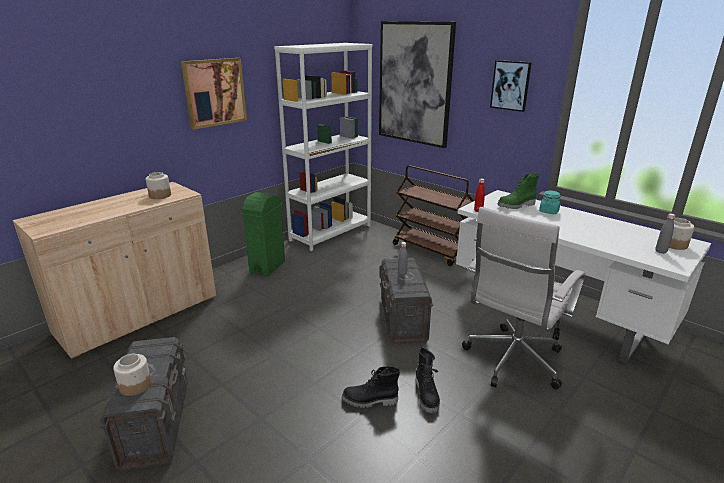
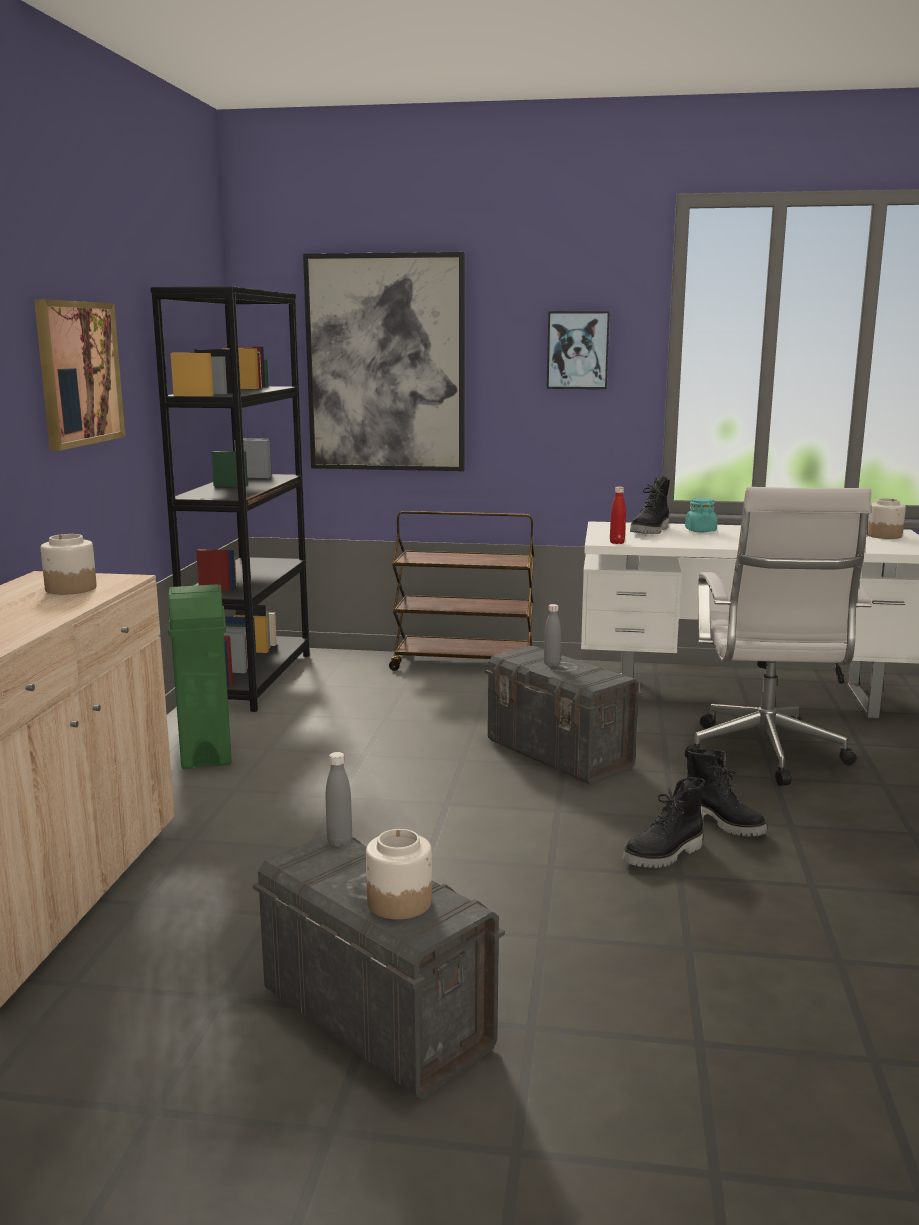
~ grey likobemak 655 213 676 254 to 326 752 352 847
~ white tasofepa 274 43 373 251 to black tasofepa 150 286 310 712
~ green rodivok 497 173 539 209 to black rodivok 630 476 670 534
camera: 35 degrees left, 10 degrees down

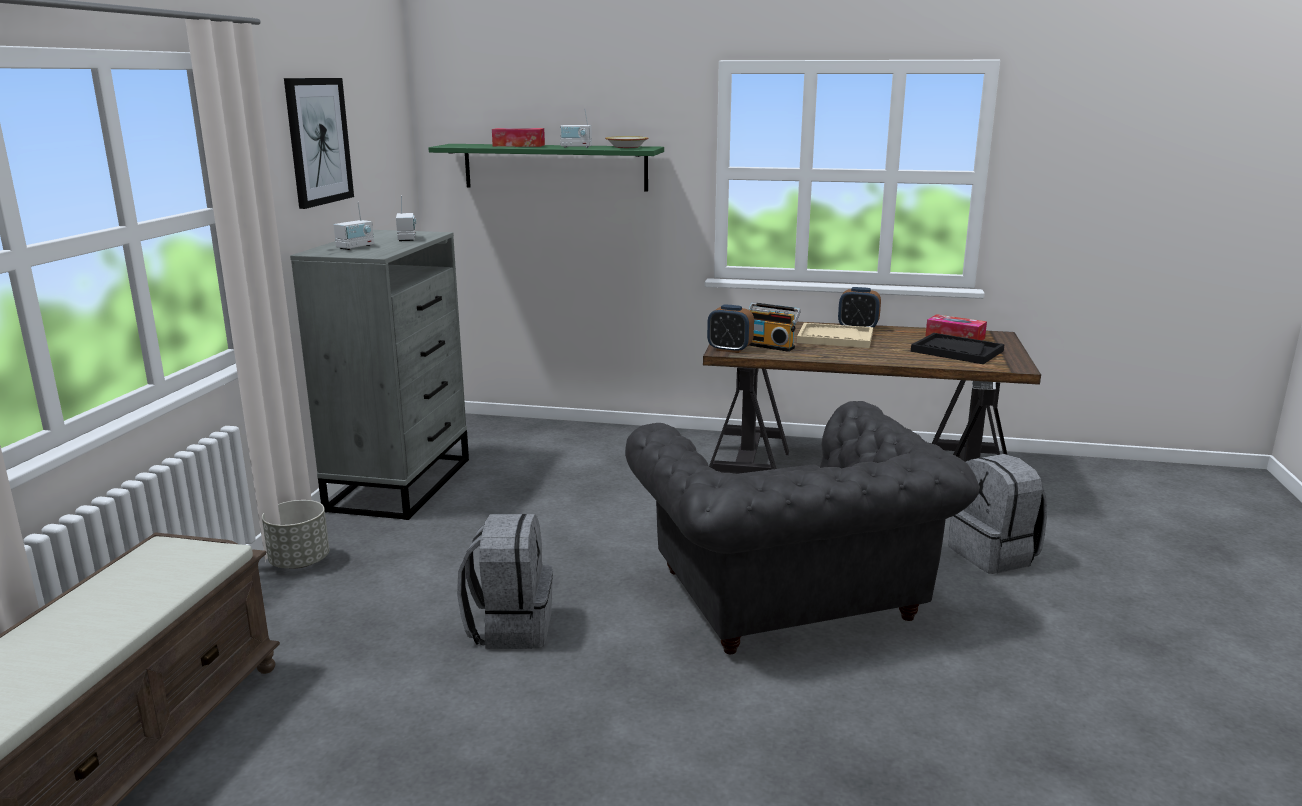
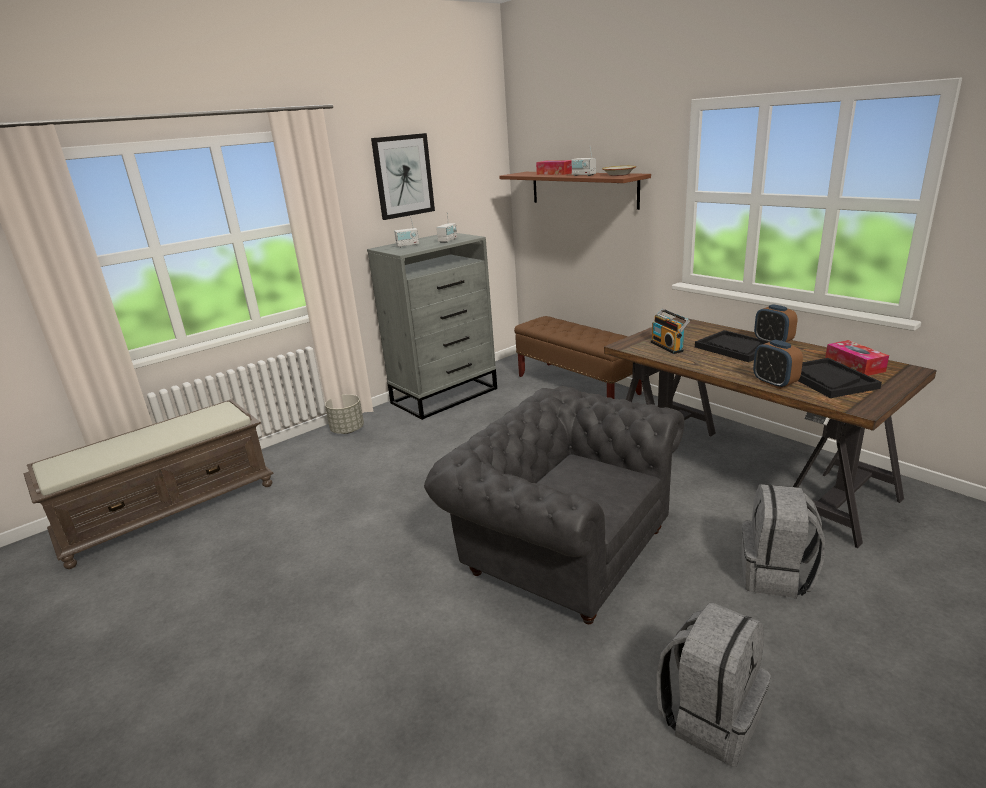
+ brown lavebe 514 316 642 399
~ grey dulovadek 457 514 553 649 to 657 602 771 766
~ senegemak 707 304 754 353 to 753 340 803 389
~ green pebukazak 428 144 664 192 to brown pebukazak 499 172 651 210
~ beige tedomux 797 323 873 348 to black tedomux 695 330 770 362
~ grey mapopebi 625 401 979 654 = 424 386 684 624 105 degrees clockwise
camera: 40 degrees right, 5 degrees up

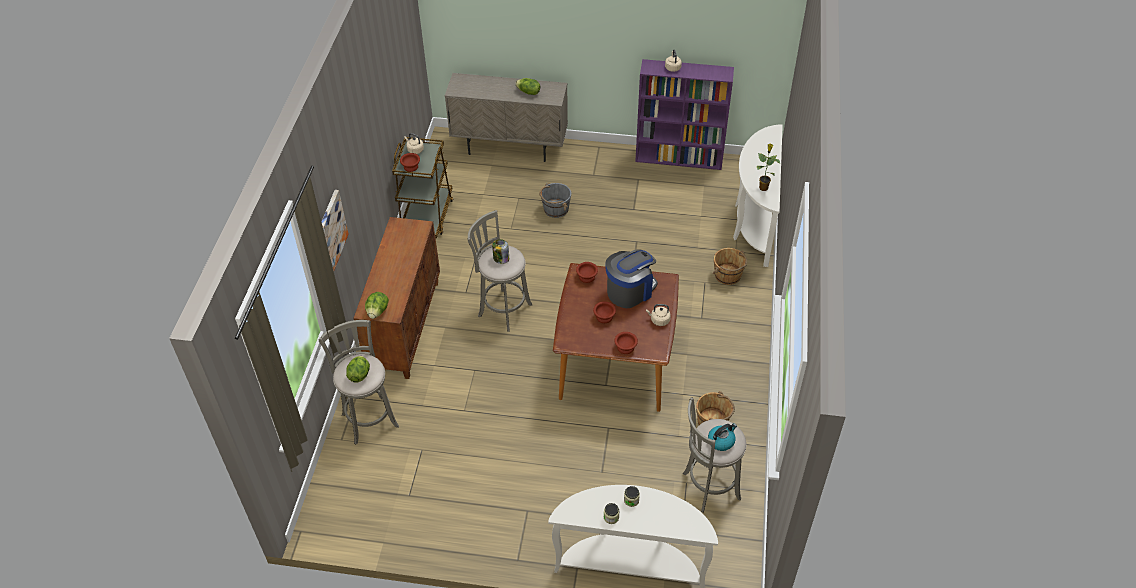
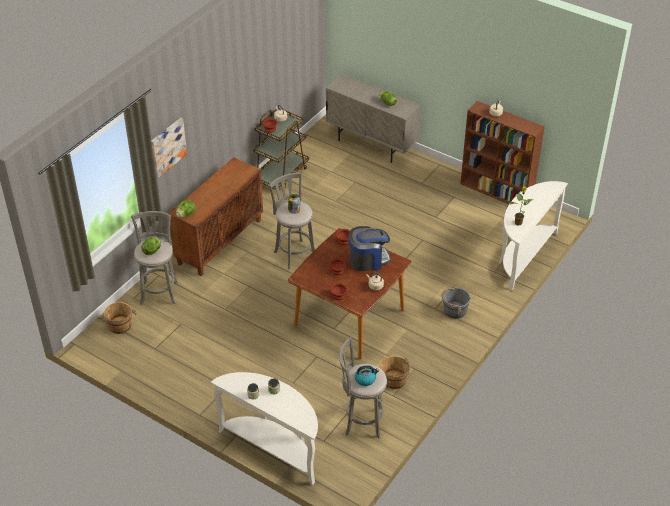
~ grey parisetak 539 183 571 218 to 442 286 471 319
~ brown parisetak 713 248 747 285 to 100 302 137 334
~ purple tasofepa 635 59 734 170 to brown tasofepa 460 101 545 204
camera: 25 degrees right, 5 degrees down

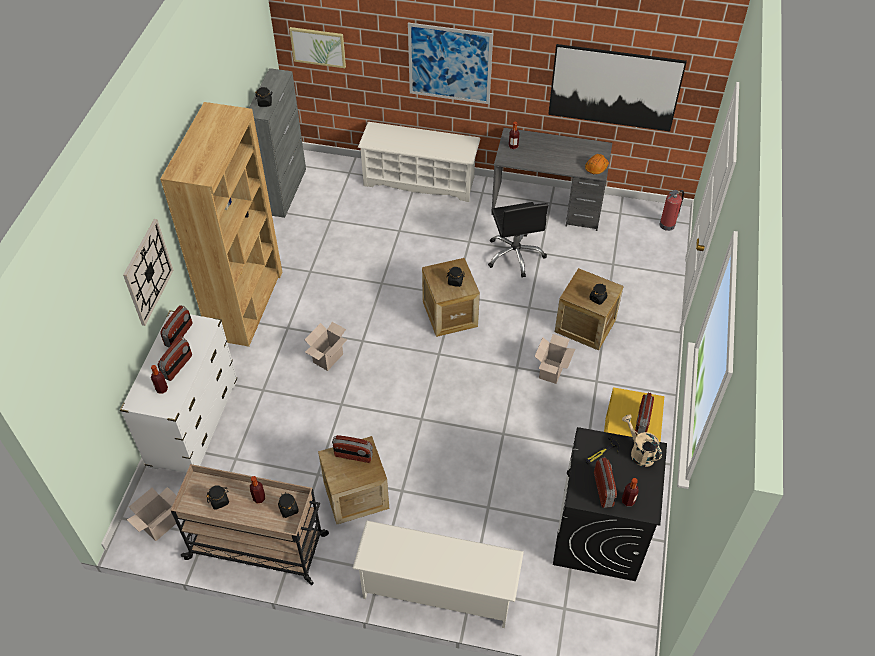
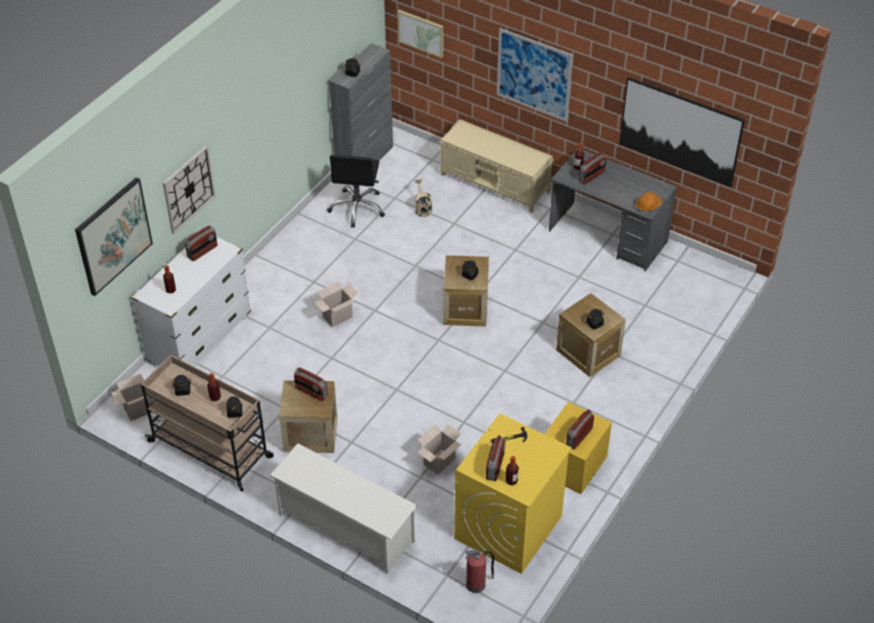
- brown tasofepa 160 102 282 347
+ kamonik 75 177 153 296
~ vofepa 158 337 192 381 to 579 152 606 184
~ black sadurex 488 202 548 278 to 327 155 385 228
~ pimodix 534 334 575 384 to 417 424 462 475
~ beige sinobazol 622 415 662 467 to 415 179 432 217
~ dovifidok 660 190 684 231 to 465 550 495 593
~ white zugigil 358 122 481 202 to beige lavebe 439 119 554 213
~ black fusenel 553 427 667 581 to yellow fusenel 454 413 572 574
camera: 20 degrees right, 5 degrees down

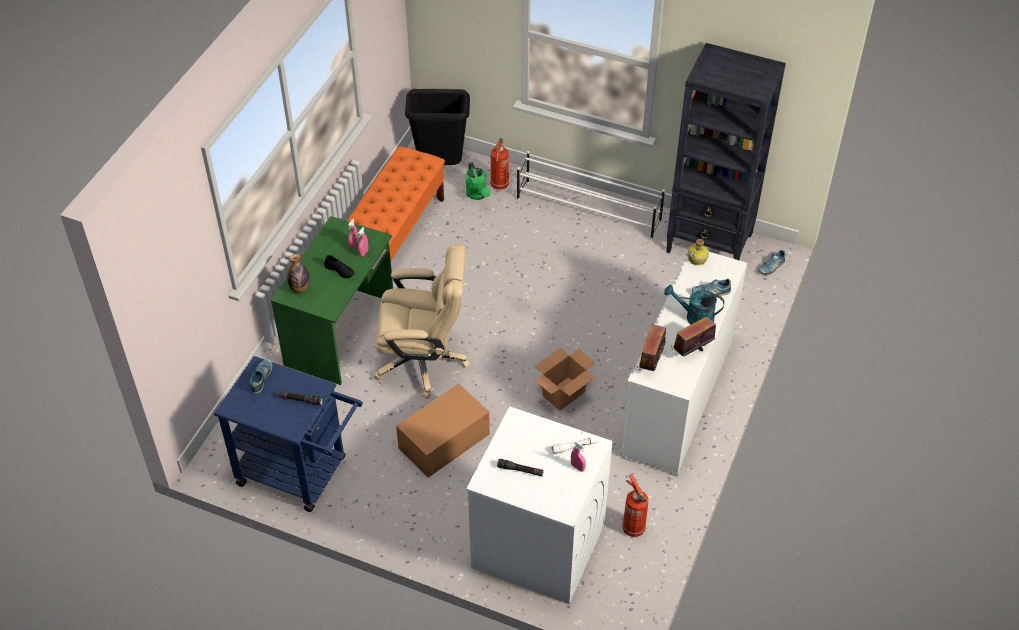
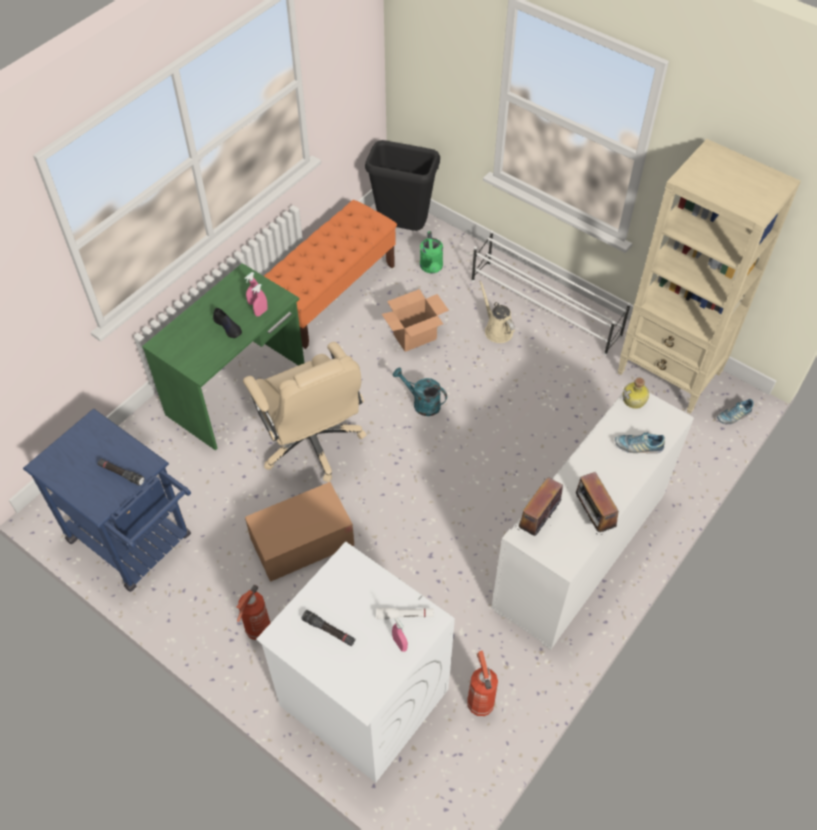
- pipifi 250 359 272 394
- likobemak 288 254 310 293
+ beige sinobazol 479 280 515 343
~ dovifidok 491 138 509 190 to 236 585 270 640
~ pimodix 535 347 596 411 to 382 289 449 352
~ turquoise sinobazol 664 285 724 324 to 392 367 447 416
~ black tasofepa 666 43 786 260 to beige tasofepa 618 139 801 414
~ beige sadurex 374 244 470 399 = 243 342 366 482 45 degrees clockwise
~ vofepa 671 317 716 356 = 576 472 619 535 90 degrees counterclockwise
camera: 15 degrees right, 5 degrees up

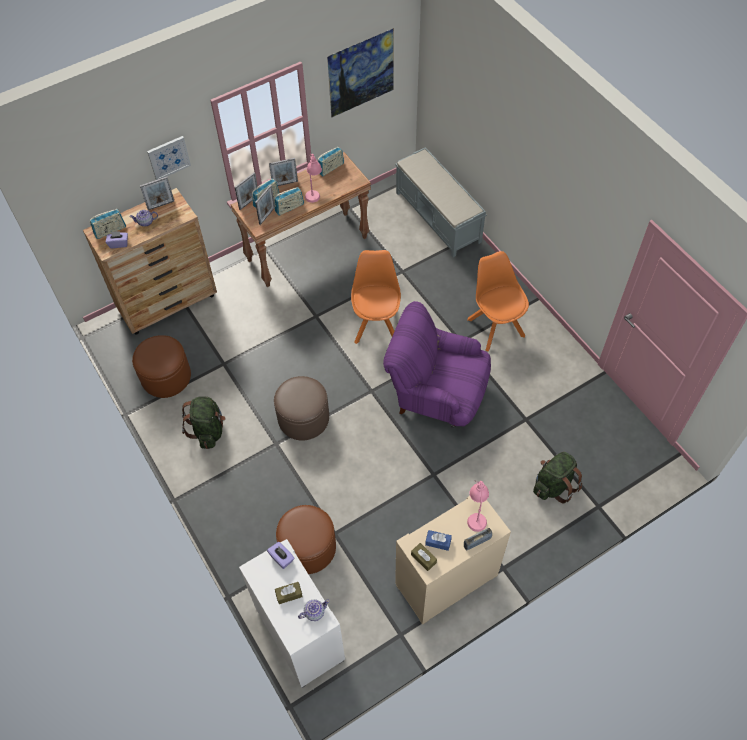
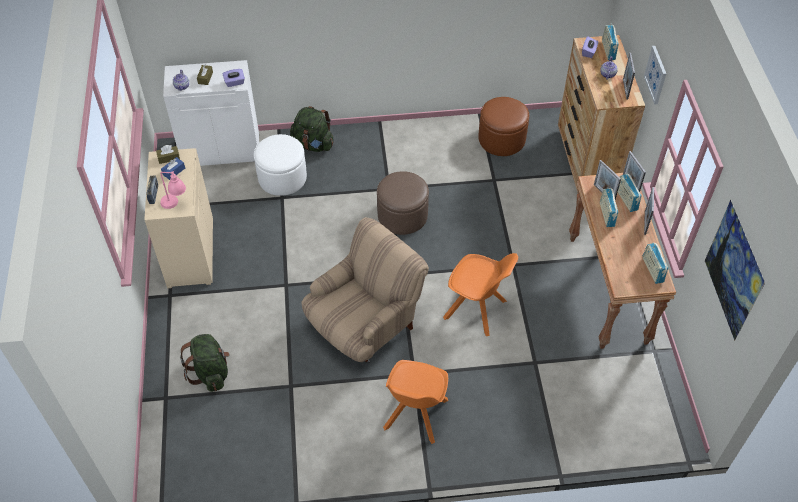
- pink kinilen 305 154 322 203
- grey lavebe 395 147 487 257
~ green dulovadek 182 396 226 449 to 290 106 334 152
~ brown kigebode 276 505 336 574 to white kigebode 254 134 307 196
~ purple mapopebi 383 301 491 428 to beige mapopebi 301 217 429 363
~ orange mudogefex 467 251 529 352 = 383 360 448 444 105 degrees clockwise
camera: 115 degrees right, 5 degrees down

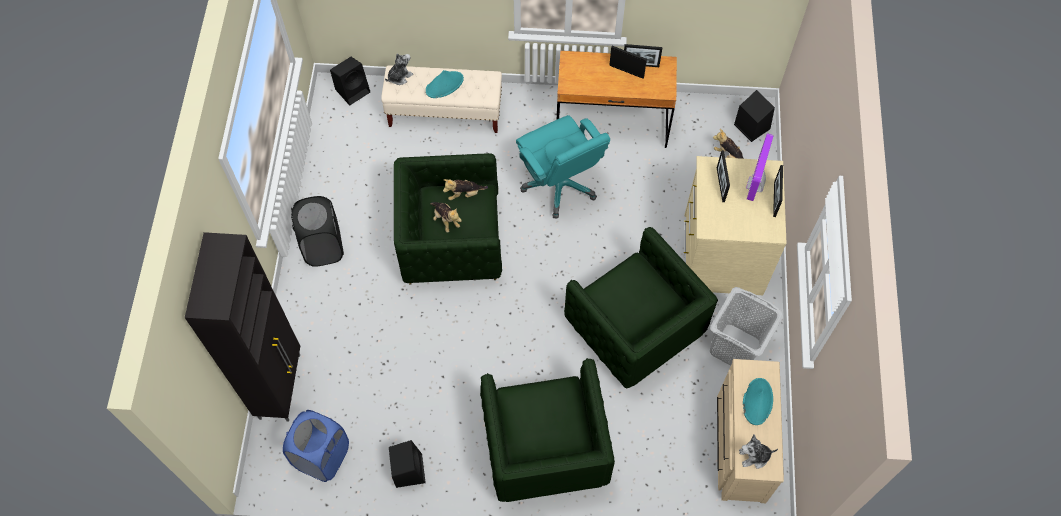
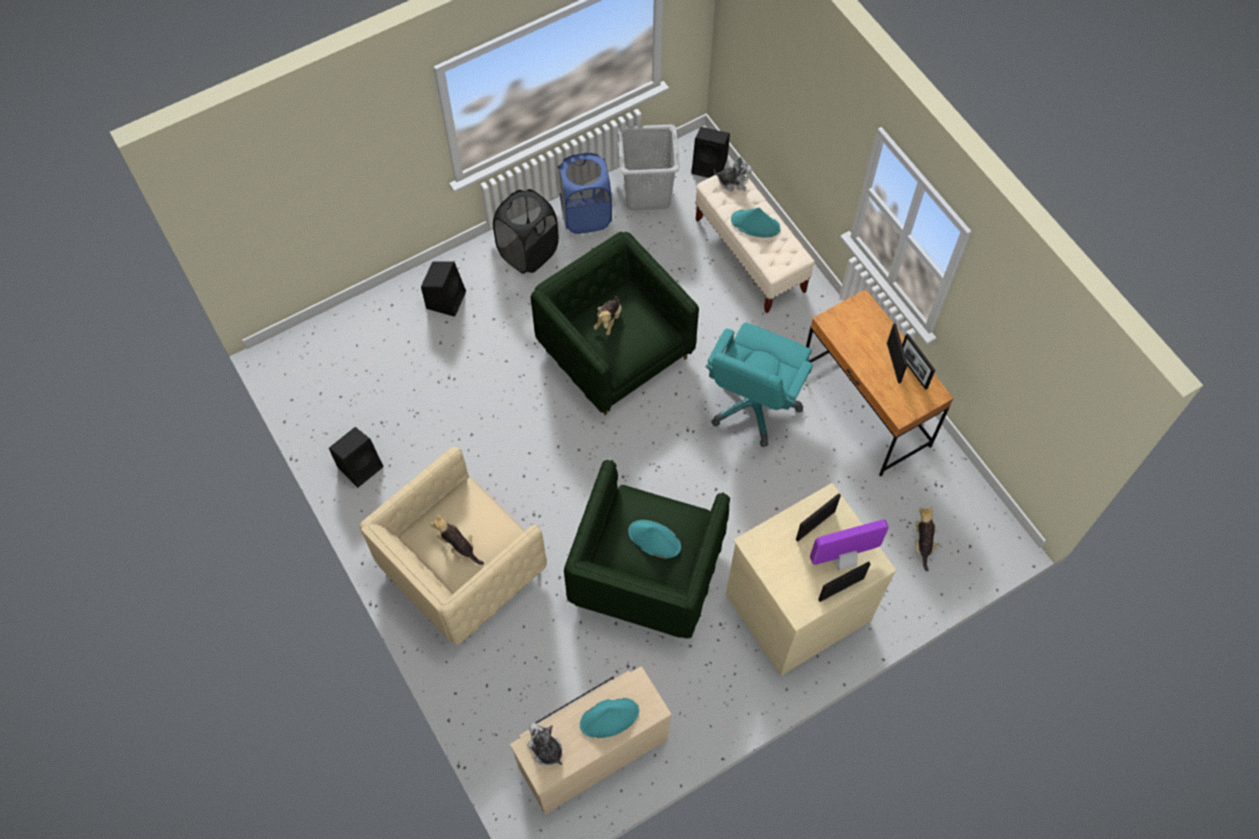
- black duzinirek 185 232 300 422
+ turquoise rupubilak 628 520 681 559
~ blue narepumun 283 410 349 482 to 558 153 612 234
~ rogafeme 443 179 488 200 to 430 514 484 565
~ grey narepumun 710 287 784 366 to 618 124 680 211
~ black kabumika 734 90 775 142 to 421 261 466 317
~ green mapopebi 480 358 615 502 to beige mapopebi 359 447 547 645
camera: 55 degrees right, 0 degrees up

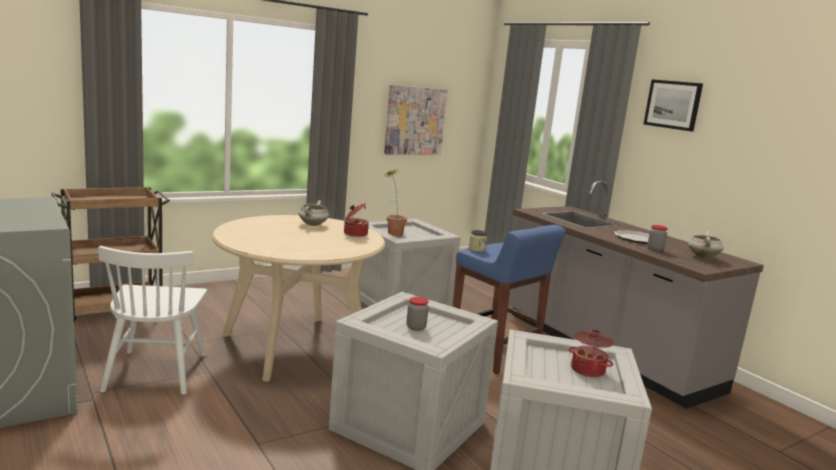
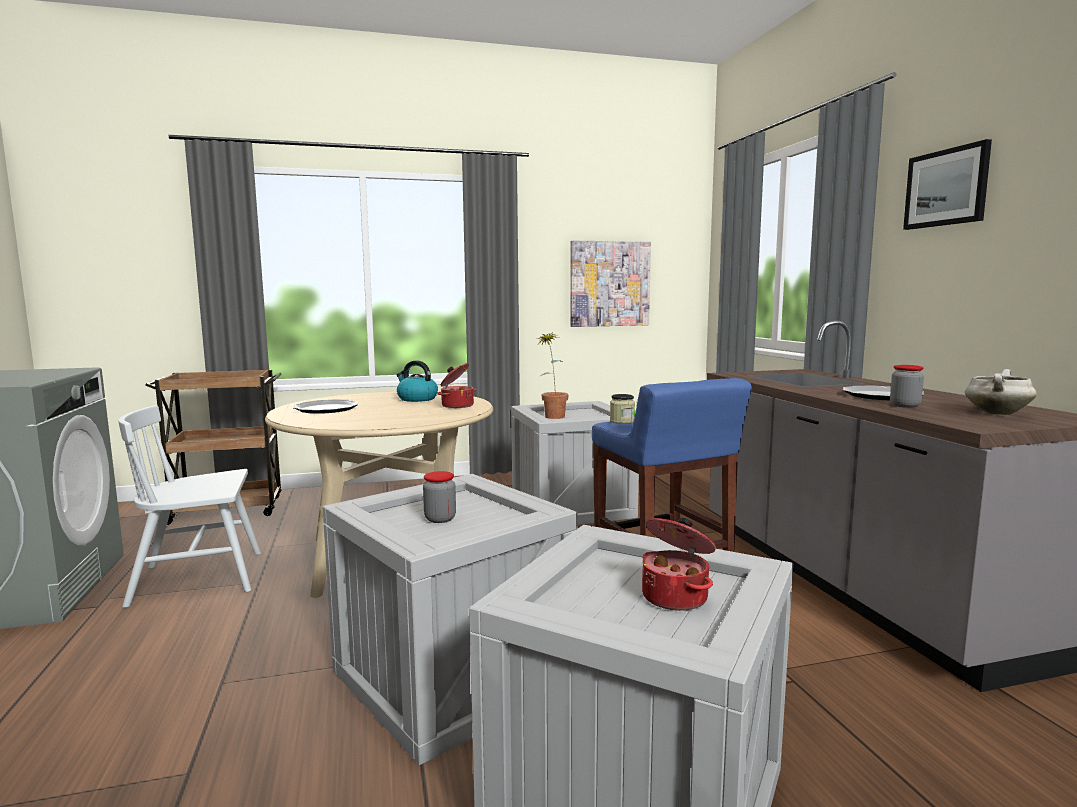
+ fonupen 293 399 359 414
~ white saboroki 298 200 329 226 to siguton 397 360 438 402
~ white mudogefex 98 246 207 395 = 118 405 261 608 60 degrees clockwise
camera: 20 degrees right, 5 degrees down

